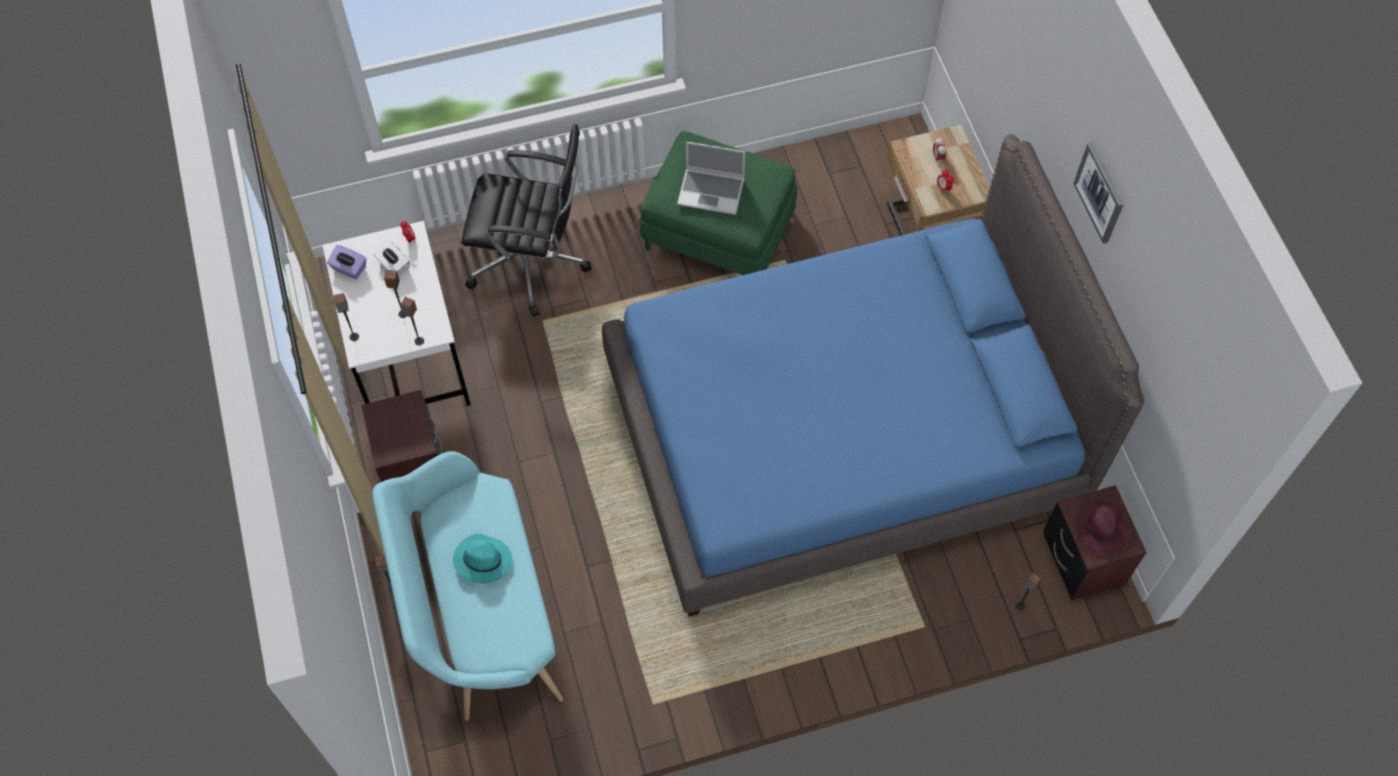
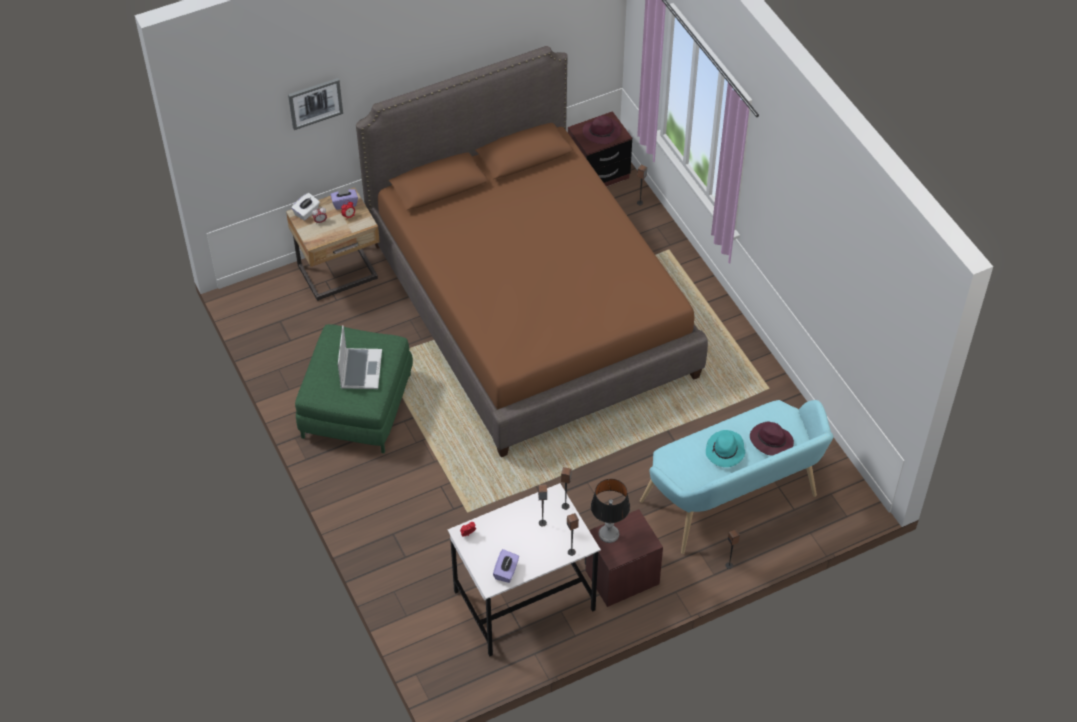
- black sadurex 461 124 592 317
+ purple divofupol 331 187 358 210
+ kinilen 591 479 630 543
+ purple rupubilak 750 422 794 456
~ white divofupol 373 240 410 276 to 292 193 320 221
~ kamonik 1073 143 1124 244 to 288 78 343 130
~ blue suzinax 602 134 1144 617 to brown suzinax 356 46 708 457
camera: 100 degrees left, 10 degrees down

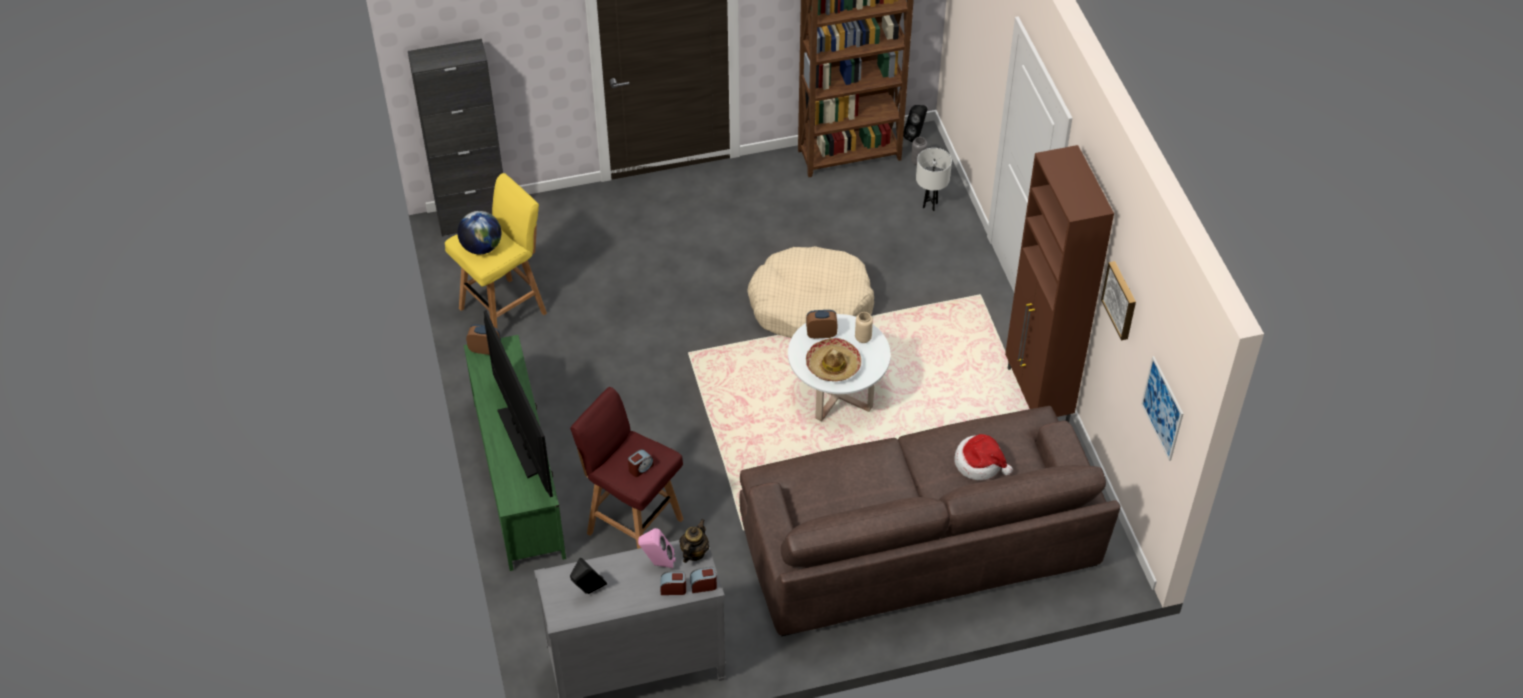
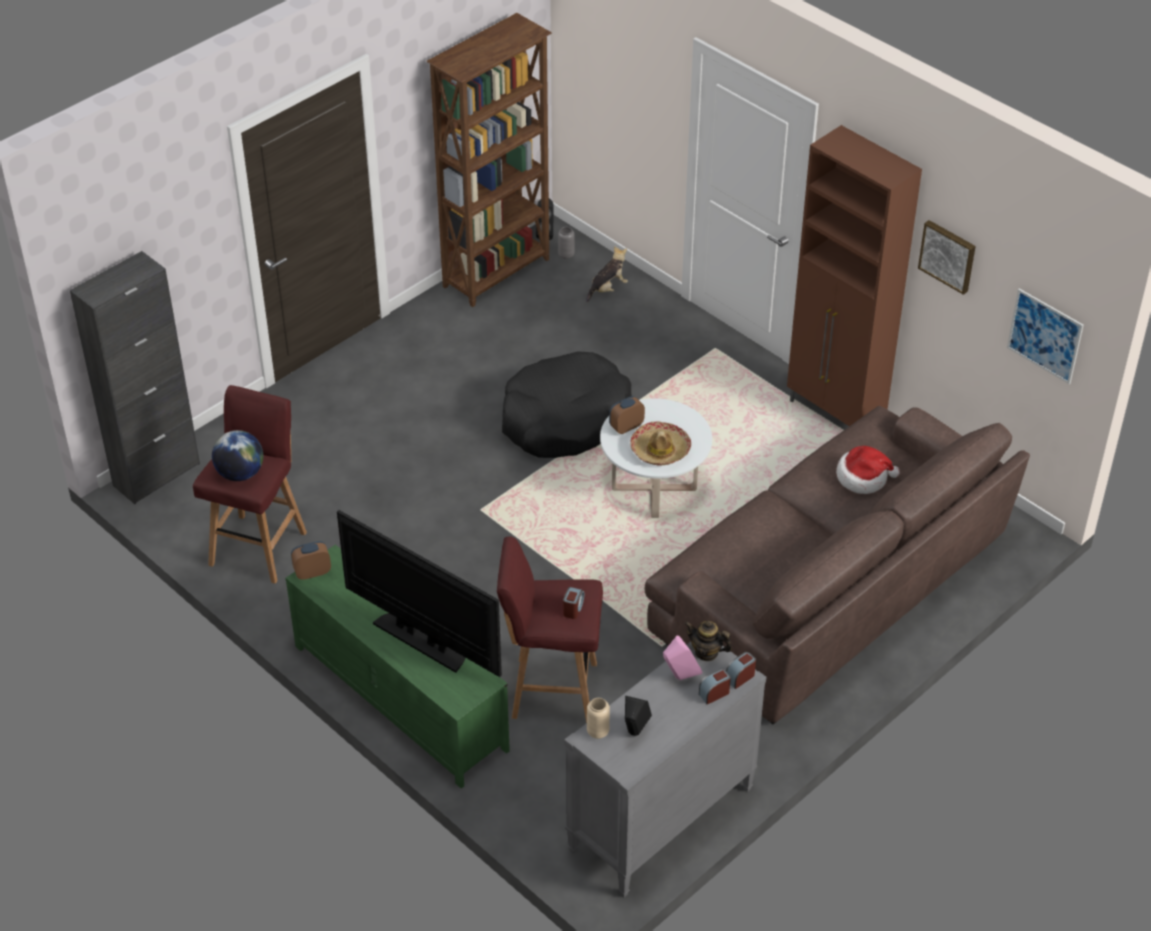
~ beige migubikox 855 312 873 343 to 587 698 610 739
~ white kinilen 916 148 952 211 to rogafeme 586 246 628 302
~ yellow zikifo 445 173 547 329 to red zikifo 193 385 307 584
~ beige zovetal 747 246 874 338 to black zovetal 502 351 632 458
~ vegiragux 679 519 709 563 = 685 620 732 661 60 degrees counterclockwise
camera: 30 degrees left, 5 degrees down

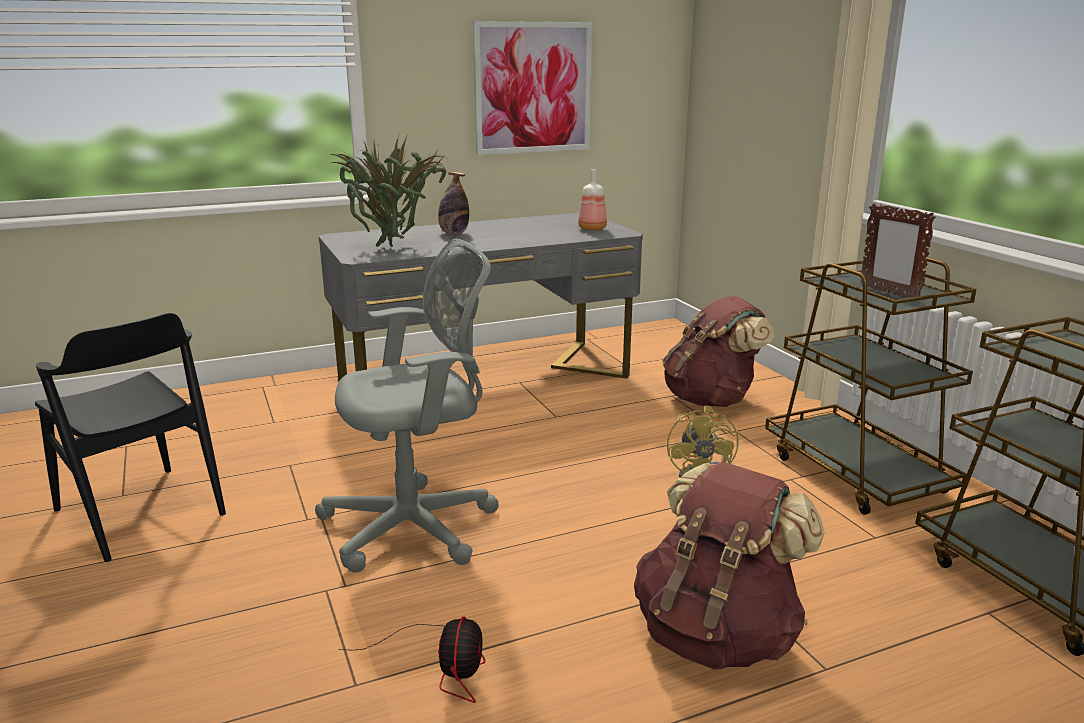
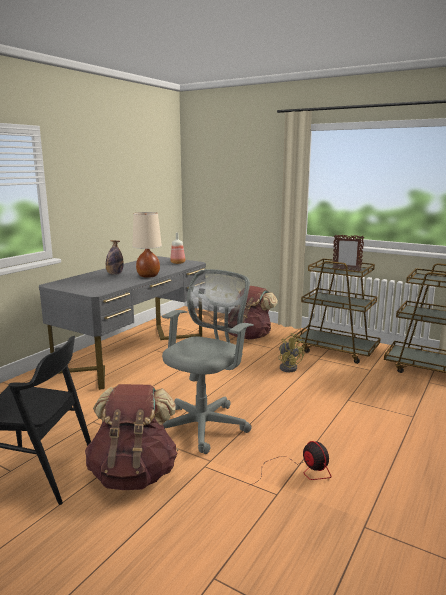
- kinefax 329 134 446 247
- kamonik 473 21 592 155
+ beige kinilen 133 212 162 278
~ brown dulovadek 634 462 825 670 to 85 384 178 490
camera: 35 degrees left, 5 degrees down

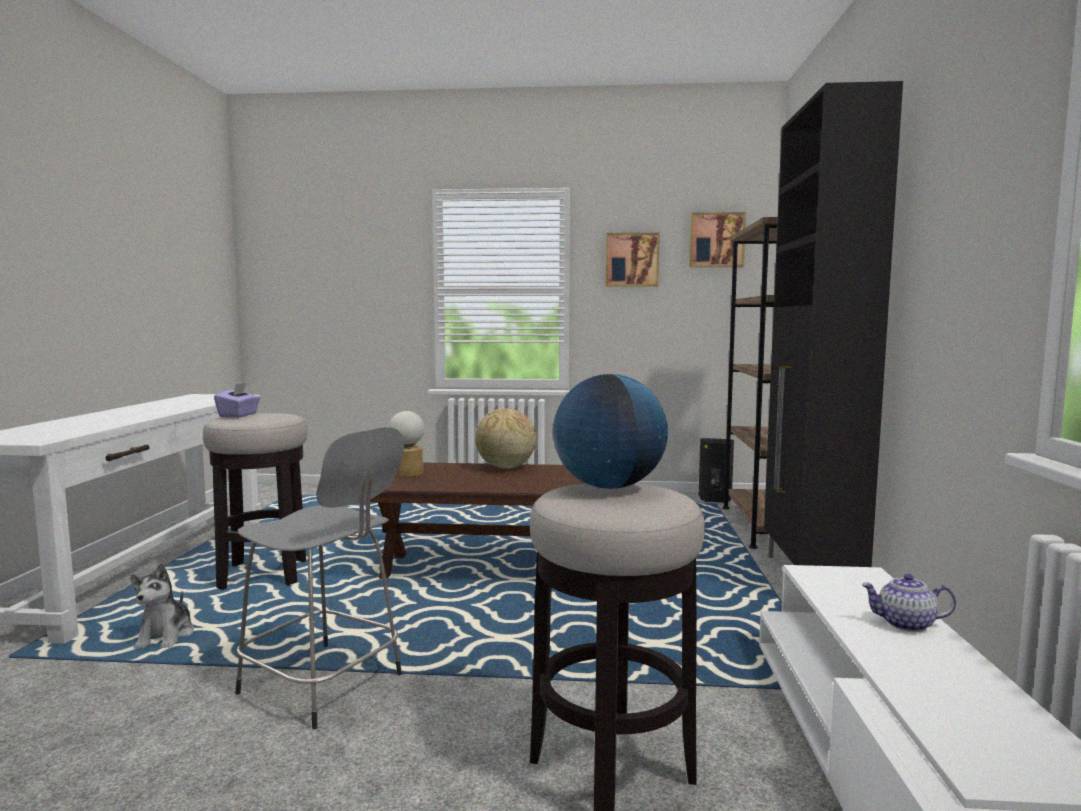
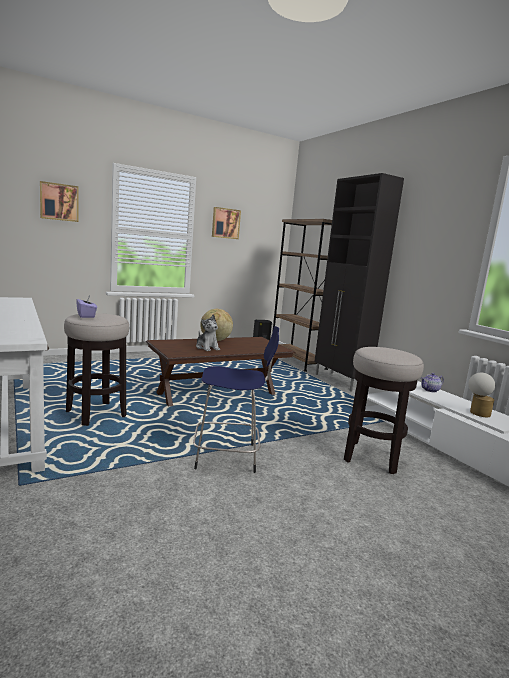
- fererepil 553 374 668 489
~ rogafeme 130 564 194 649 to 196 315 220 351
~ kinilen 389 411 424 477 to 468 373 495 417
~ kamonik 689 212 746 267 to 40 181 79 222
~ grey zikifo 236 427 404 729 to blue zikifo 193 326 279 473
camera: 35 degrees left, 5 degrees up

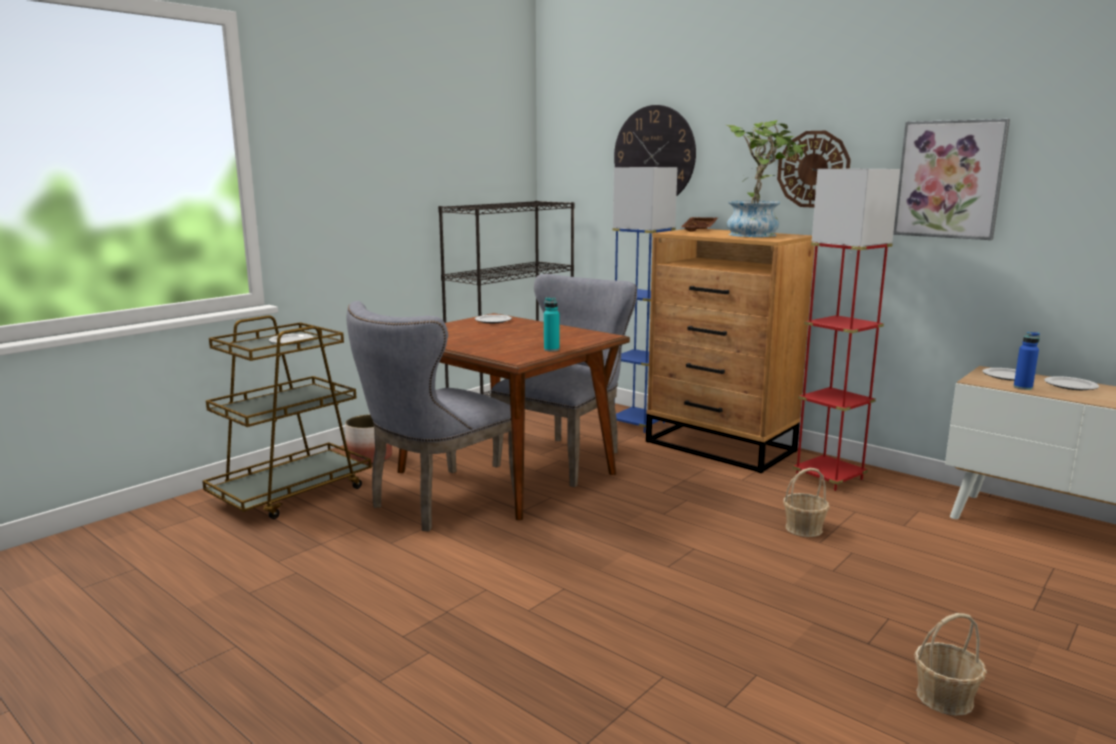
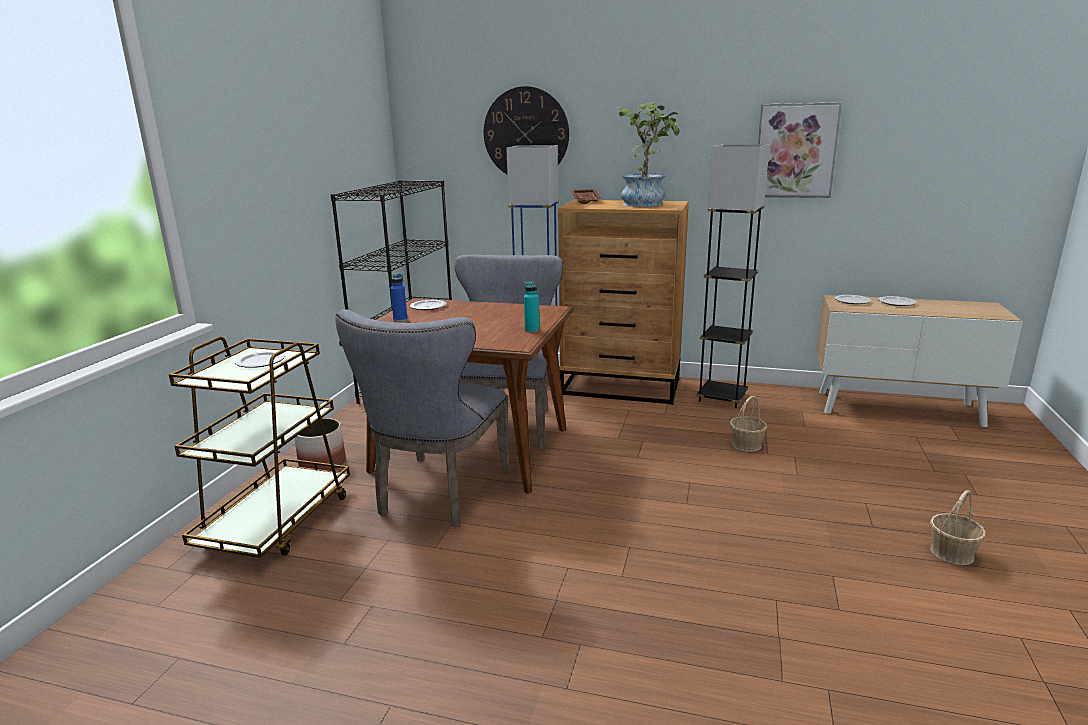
- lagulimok 777 131 851 208
~ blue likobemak 1014 332 1040 390 to 390 274 407 322
~ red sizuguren 793 169 900 491 to grey sizuguren 696 144 770 408
camera: 25 degrees left, 5 degrees up

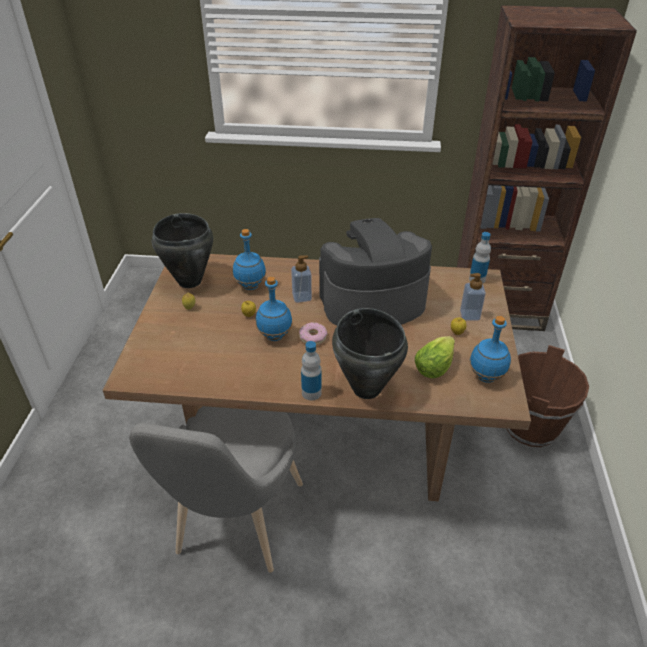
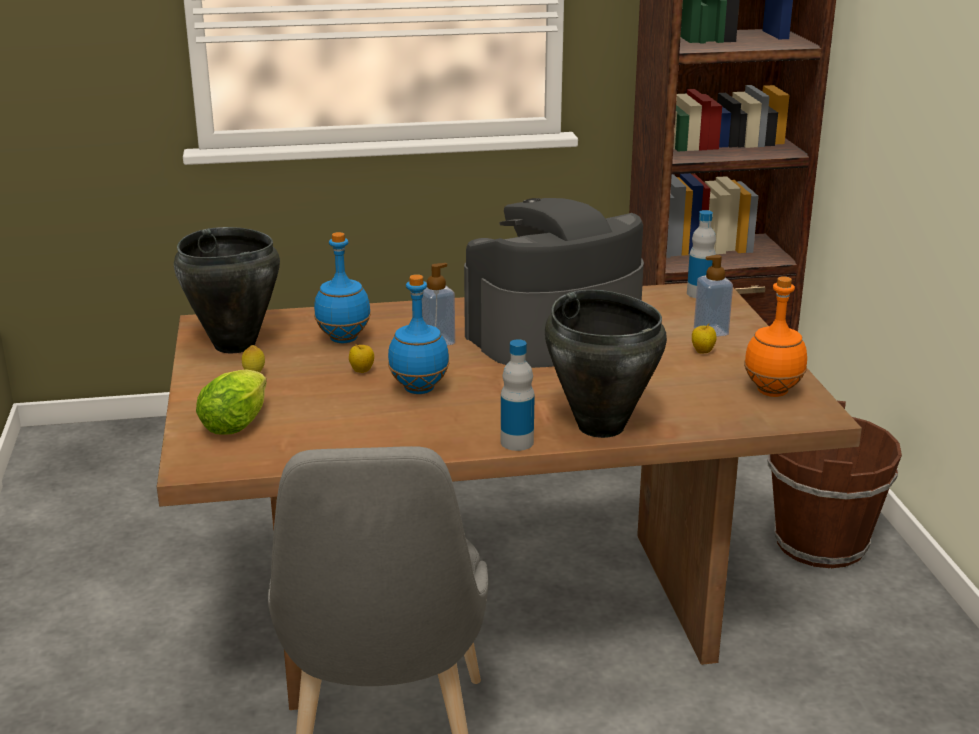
- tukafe 299 322 327 345
~ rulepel 415 336 455 378 to 196 369 267 435
~ blue likobemak 470 316 511 383 to orange likobemak 744 276 807 397
camera: 15 degrees left, 15 degrees down

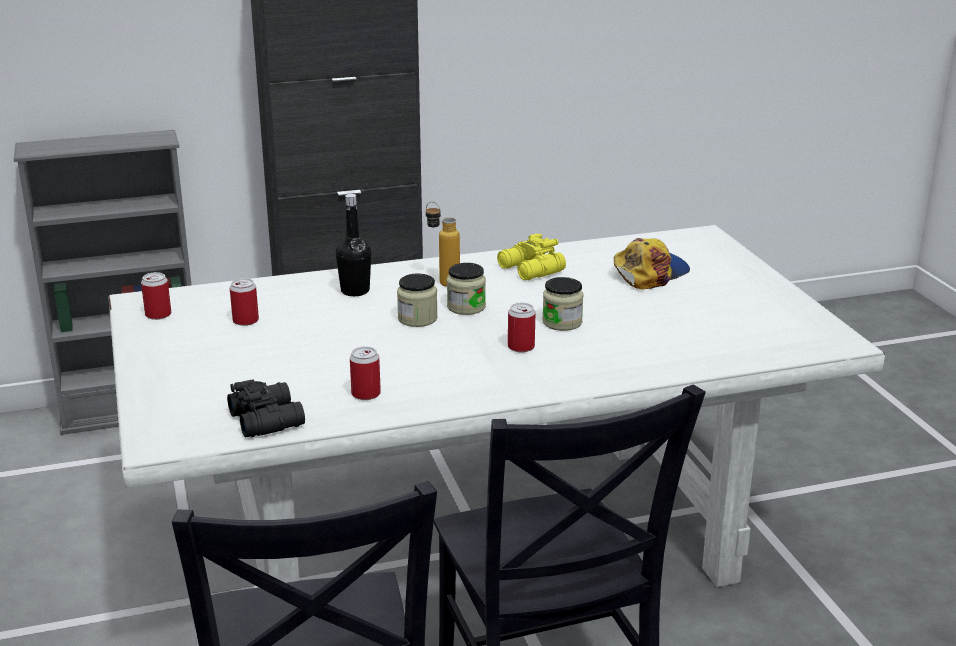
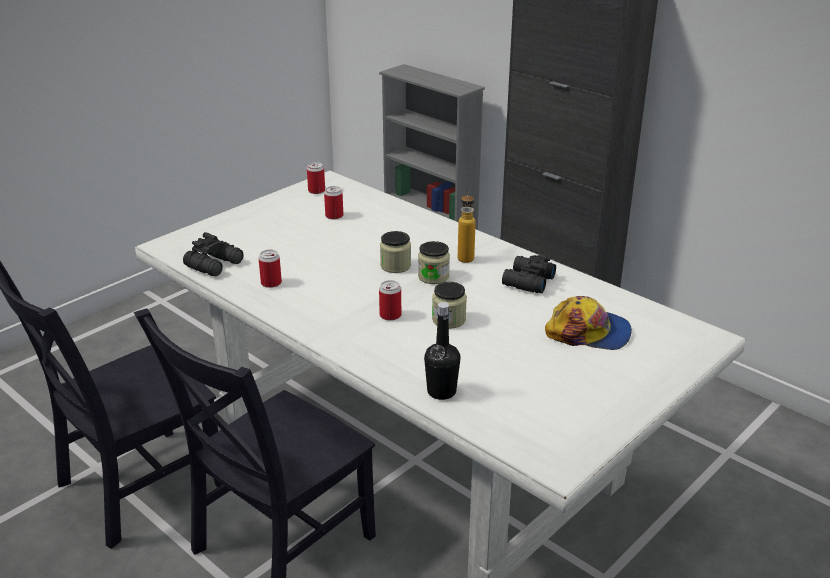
~ black likobemak 336 194 371 296 to 424 302 460 400
~ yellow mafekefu 497 233 566 280 to black mafekefu 502 254 556 294
camera: 60 degrees right, 5 degrees up

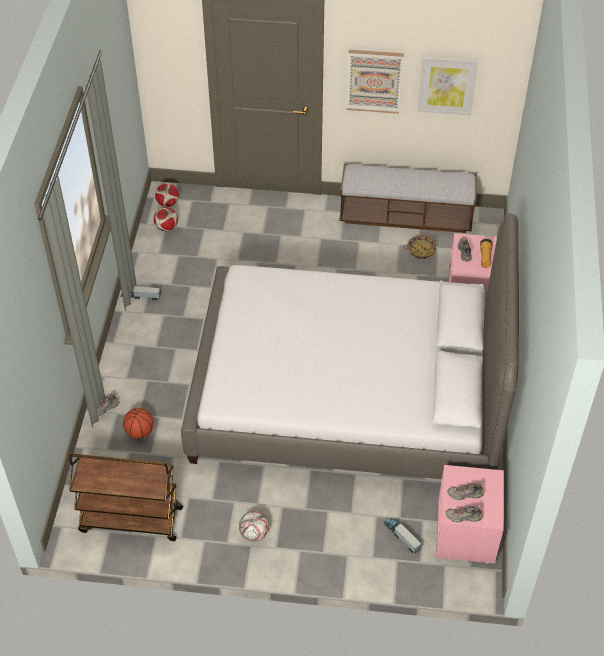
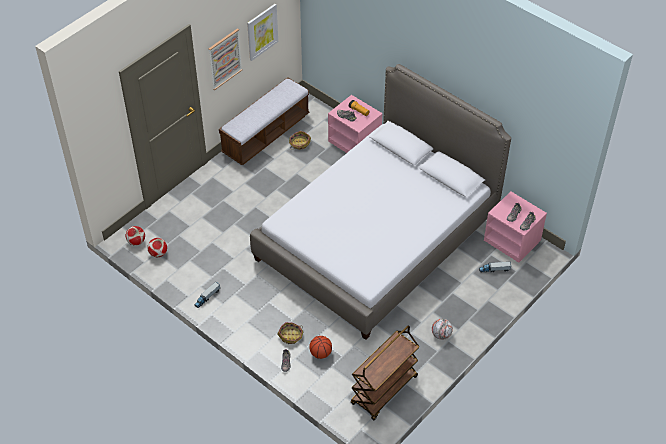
+ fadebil 277 322 303 344
camera: 55 degrees left, 0 degrees up

